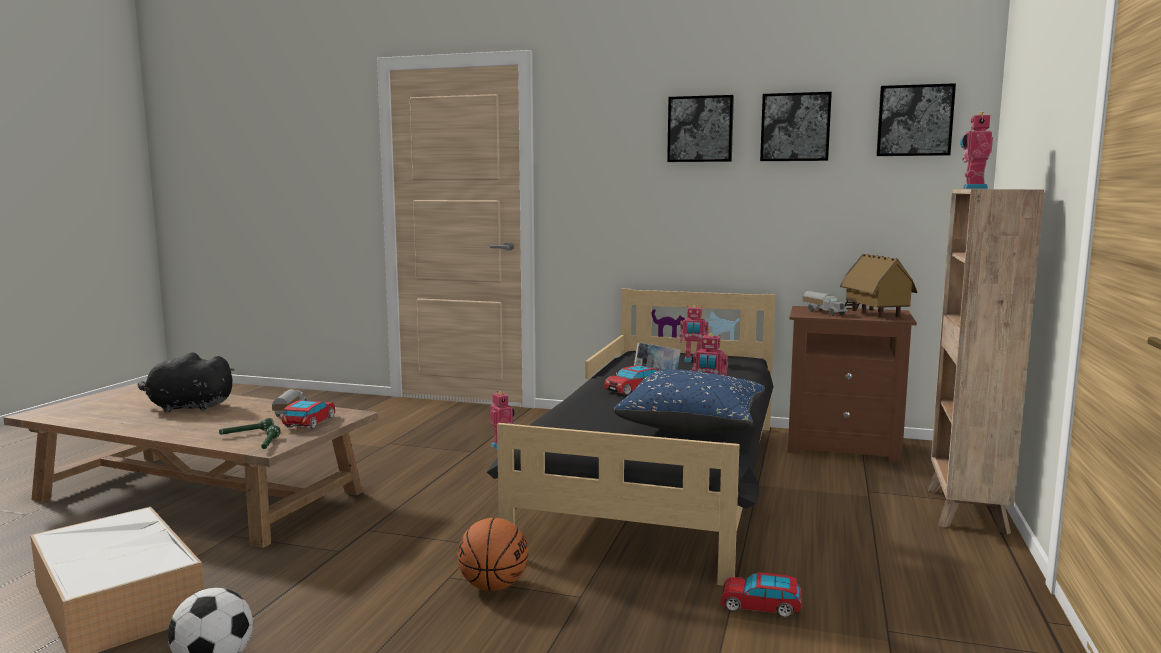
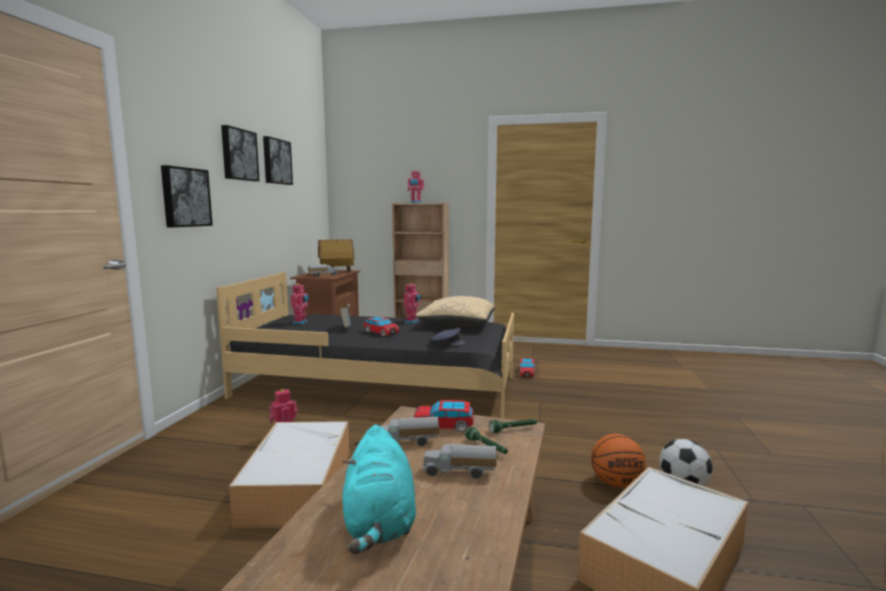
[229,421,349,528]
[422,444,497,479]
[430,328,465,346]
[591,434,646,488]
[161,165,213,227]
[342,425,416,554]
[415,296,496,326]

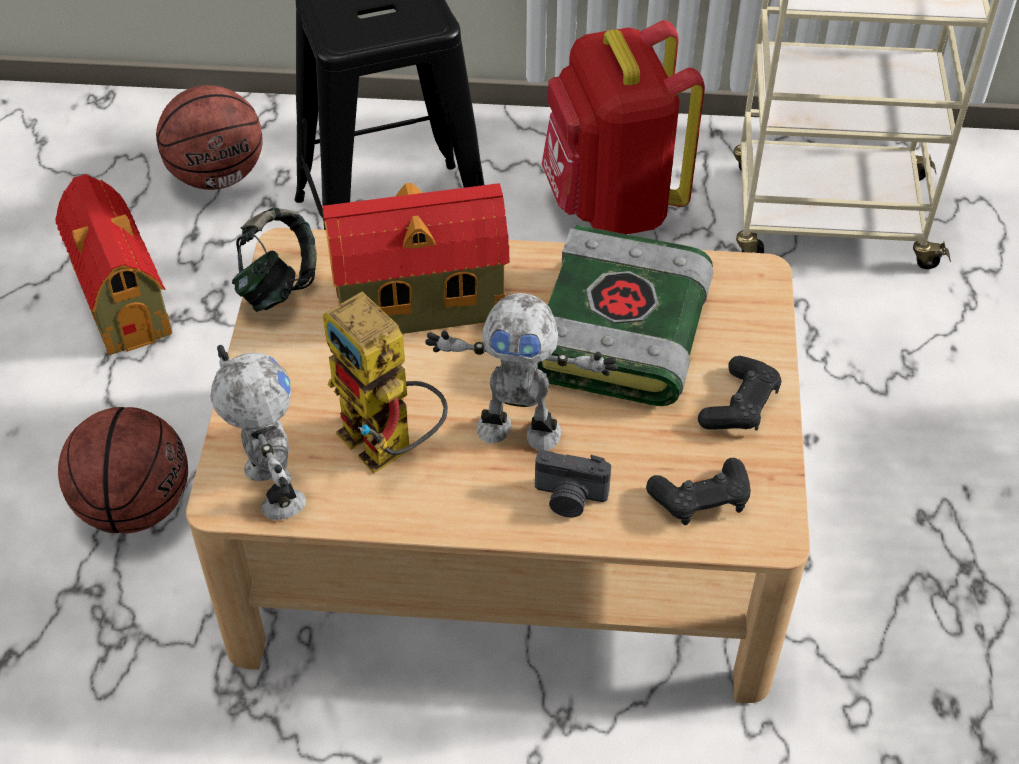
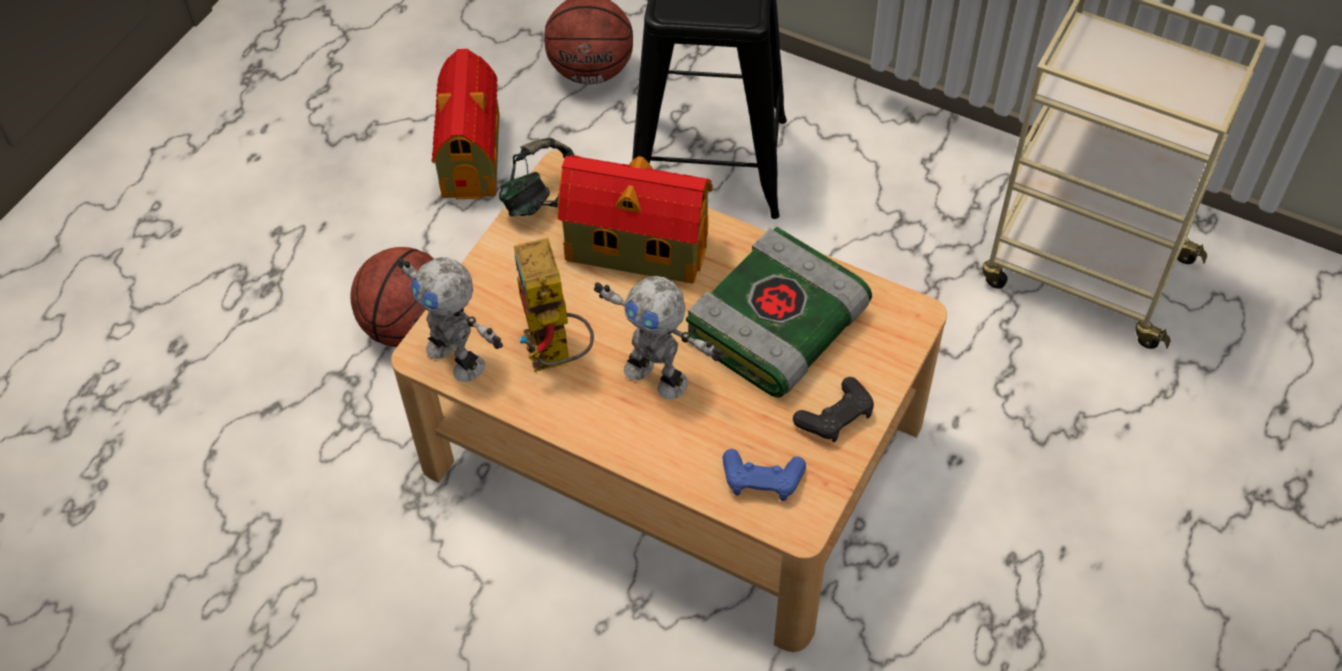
[535,450,611,517] (first image)
[542,20,705,234] (first image)
[722,449,806,501]
[397,257,503,382]

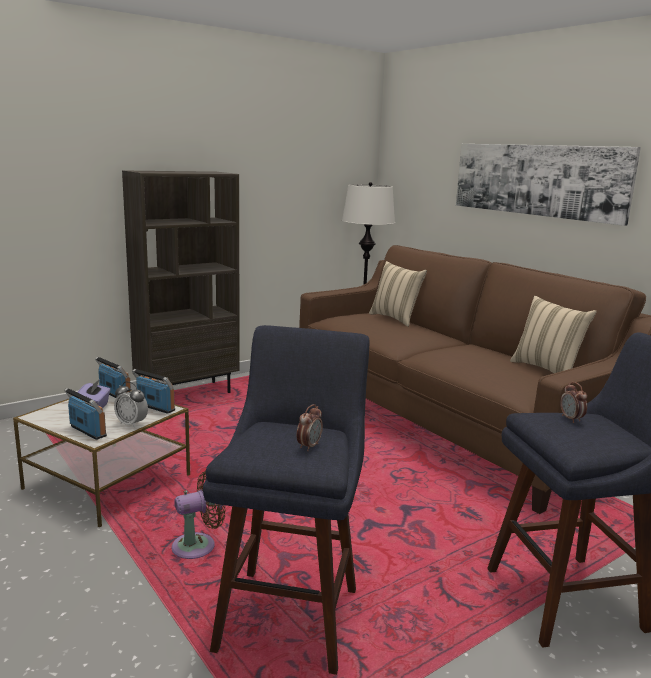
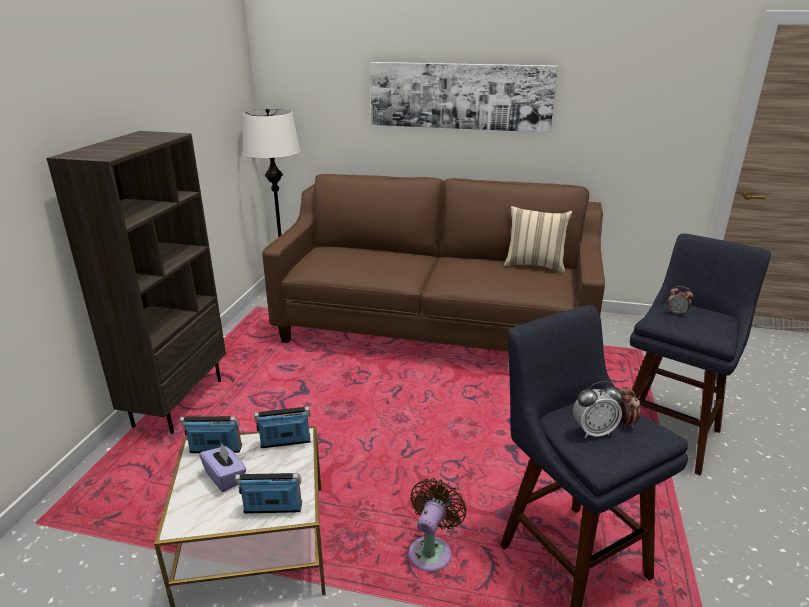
[369,261,427,327] (first image)
[573,381,623,438]

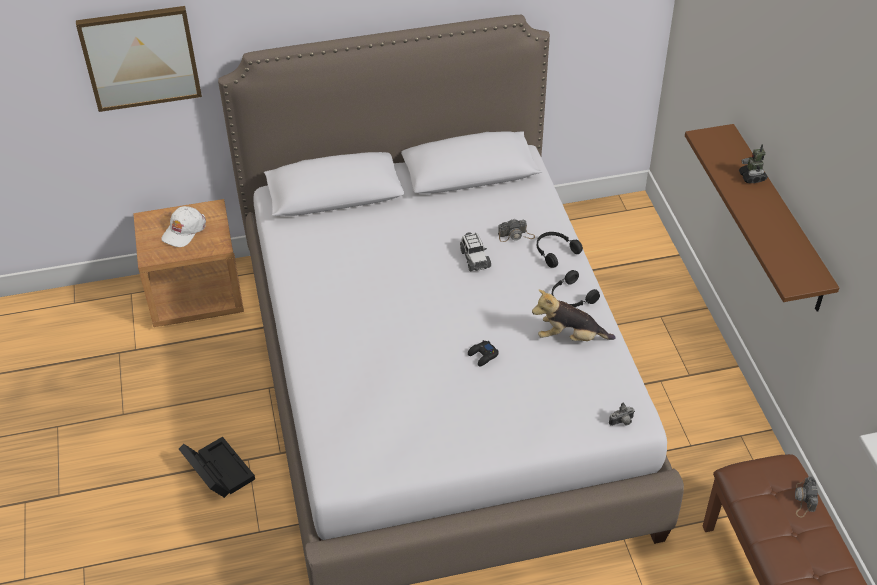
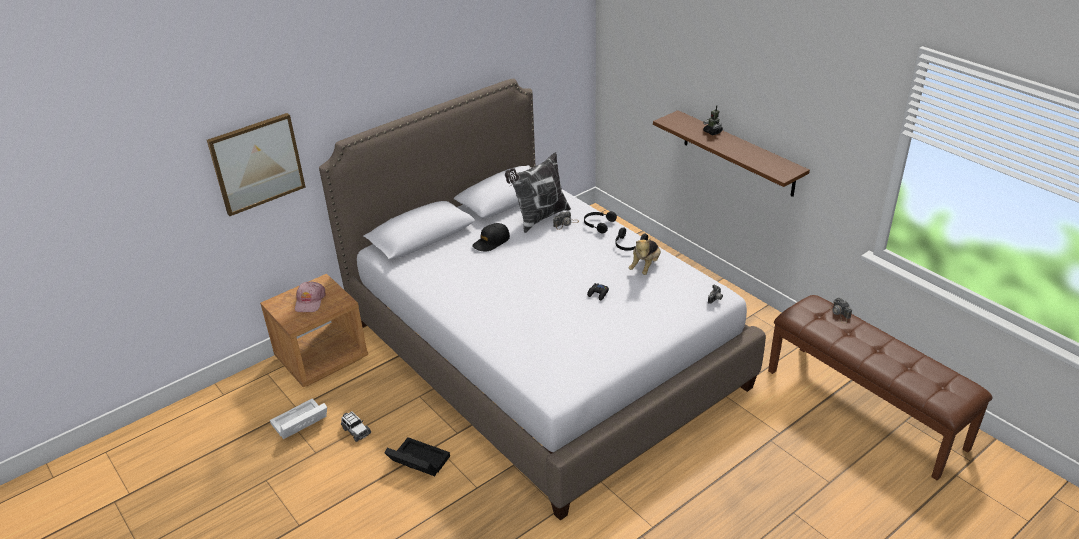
[270,398,327,439]
[472,223,510,251]
[505,152,571,233]
[341,411,371,442]
[295,282,326,312]
[628,238,661,275]

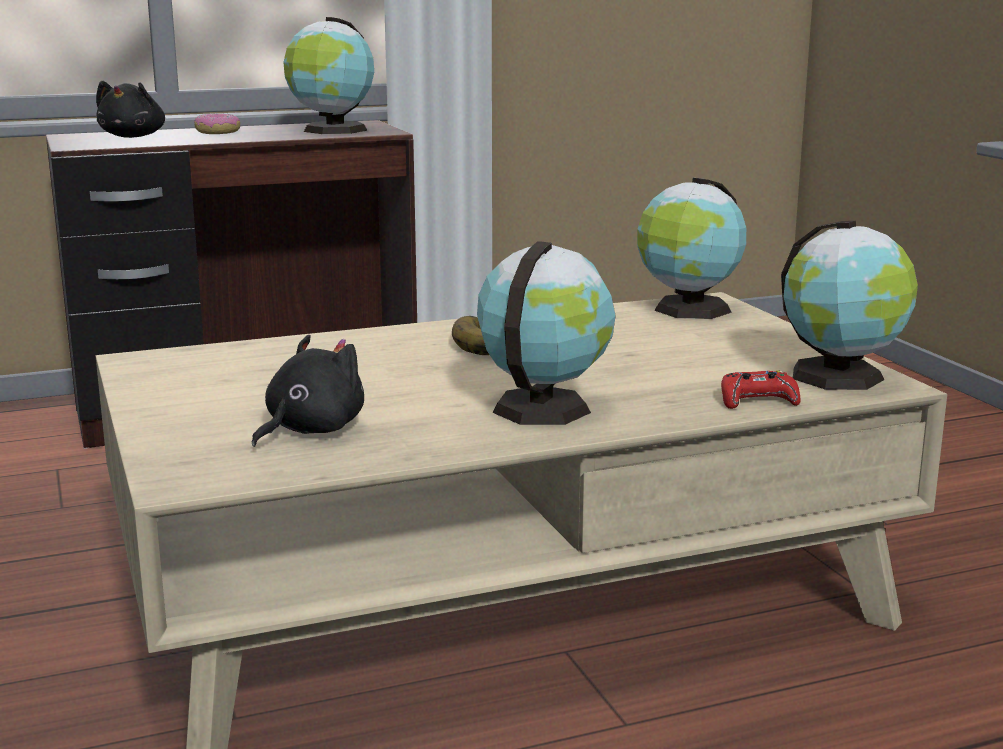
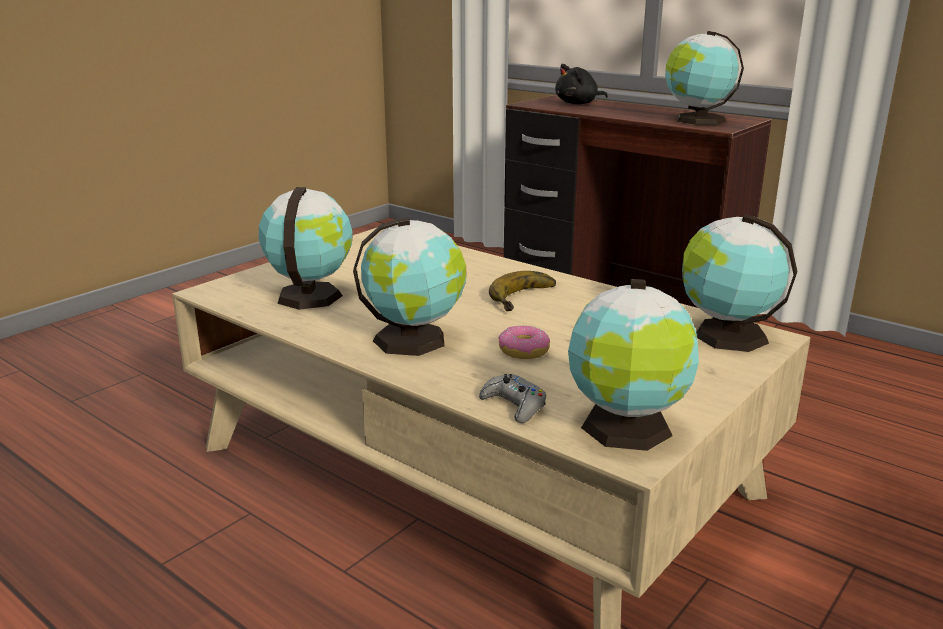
[498,326,550,359]
[259,187,353,310]
[479,374,546,423]

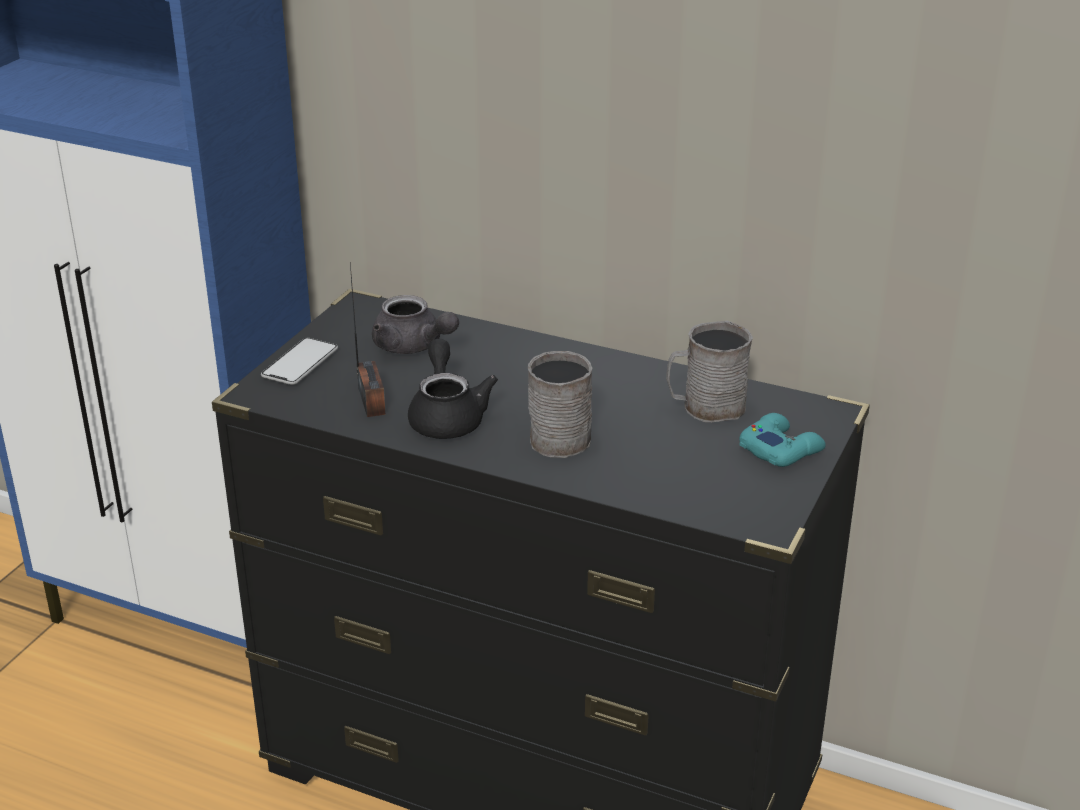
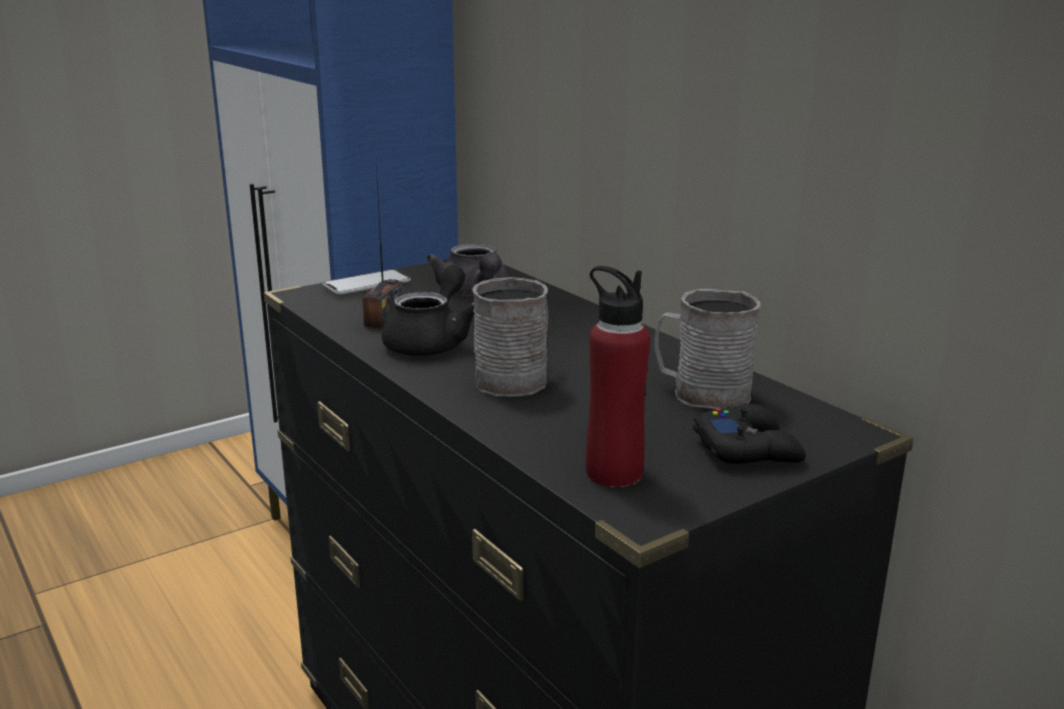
[586,266,650,487]
[693,404,806,464]

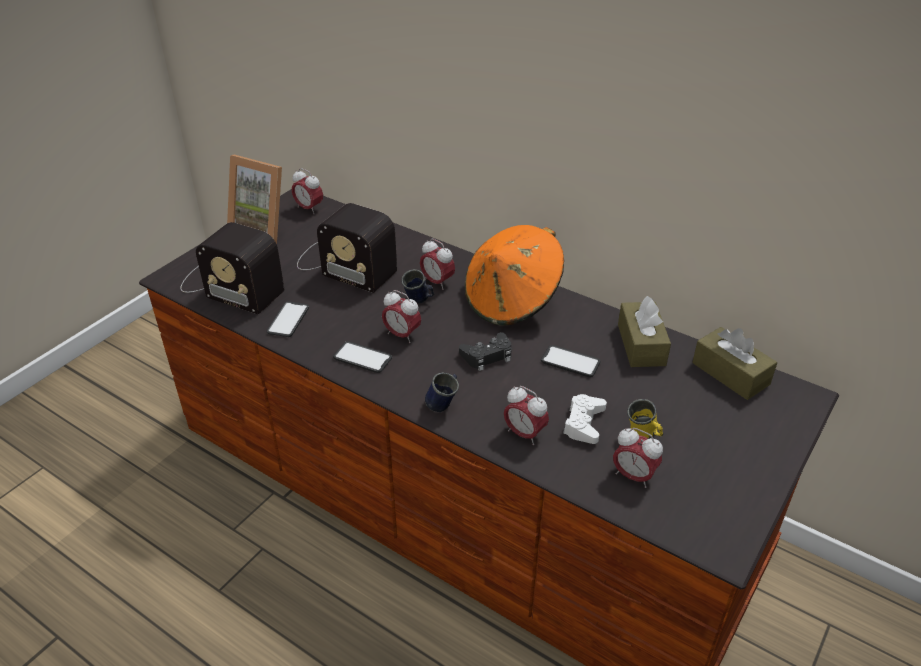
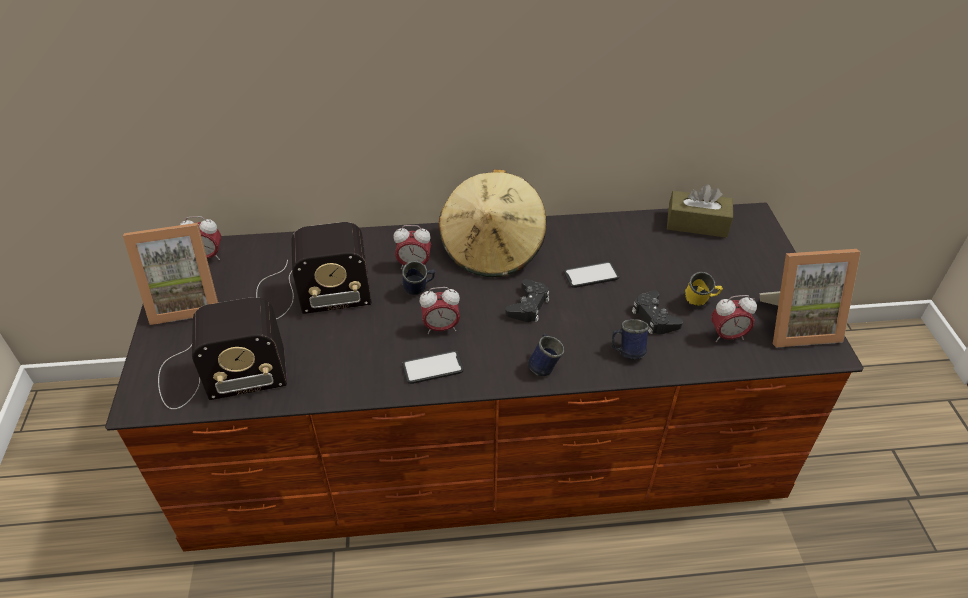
[267,301,309,337] (first image)
[618,296,671,367] (first image)
[760,249,861,348]
[612,319,649,359]
[439,169,546,277]
[632,290,683,334]

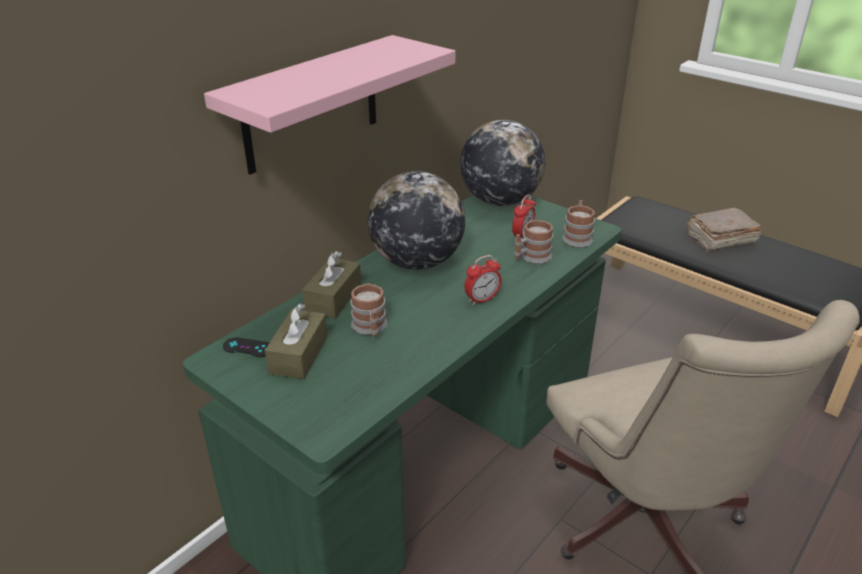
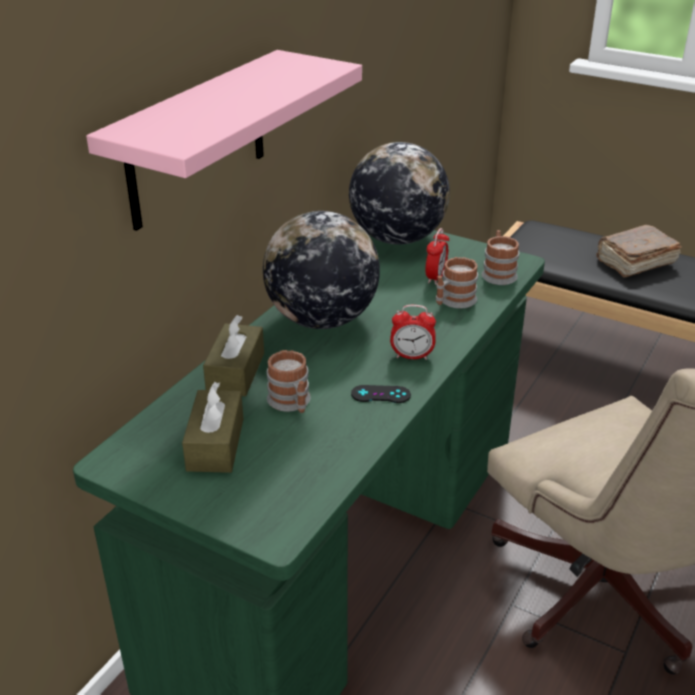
[351,385,411,403]
[390,305,436,360]

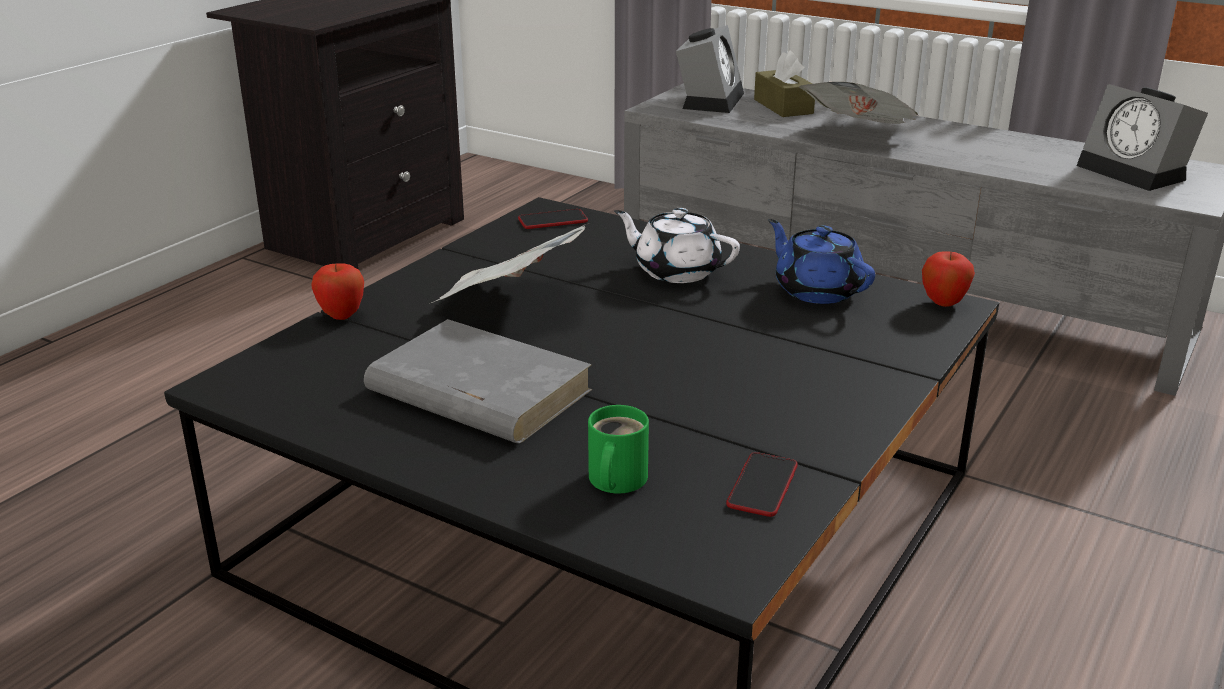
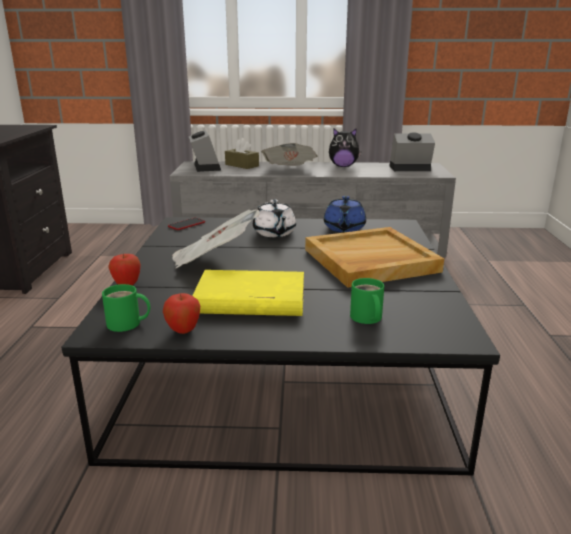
[726,452,798,517] (first image)
[102,284,150,332]
[305,227,444,288]
[329,128,361,167]
[163,293,200,334]
[192,270,304,316]
[253,199,296,237]
[324,196,366,233]
[390,132,435,171]

